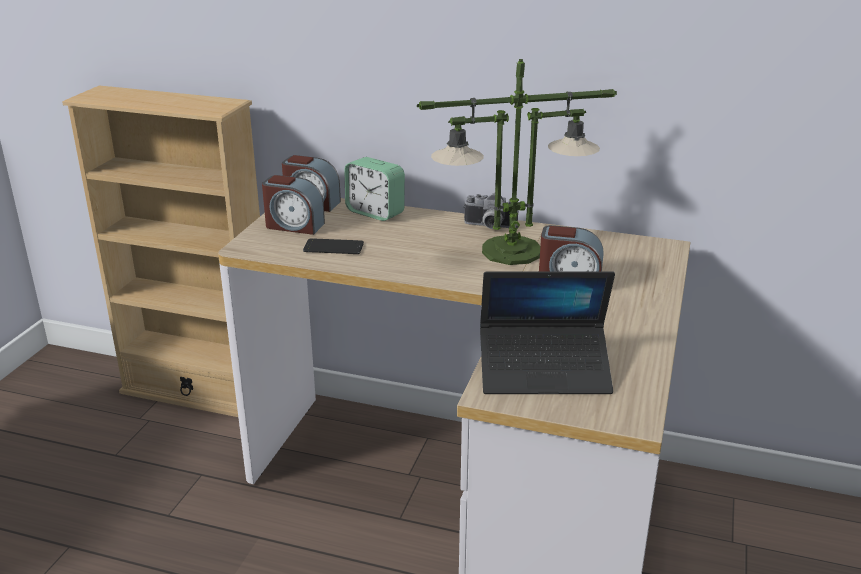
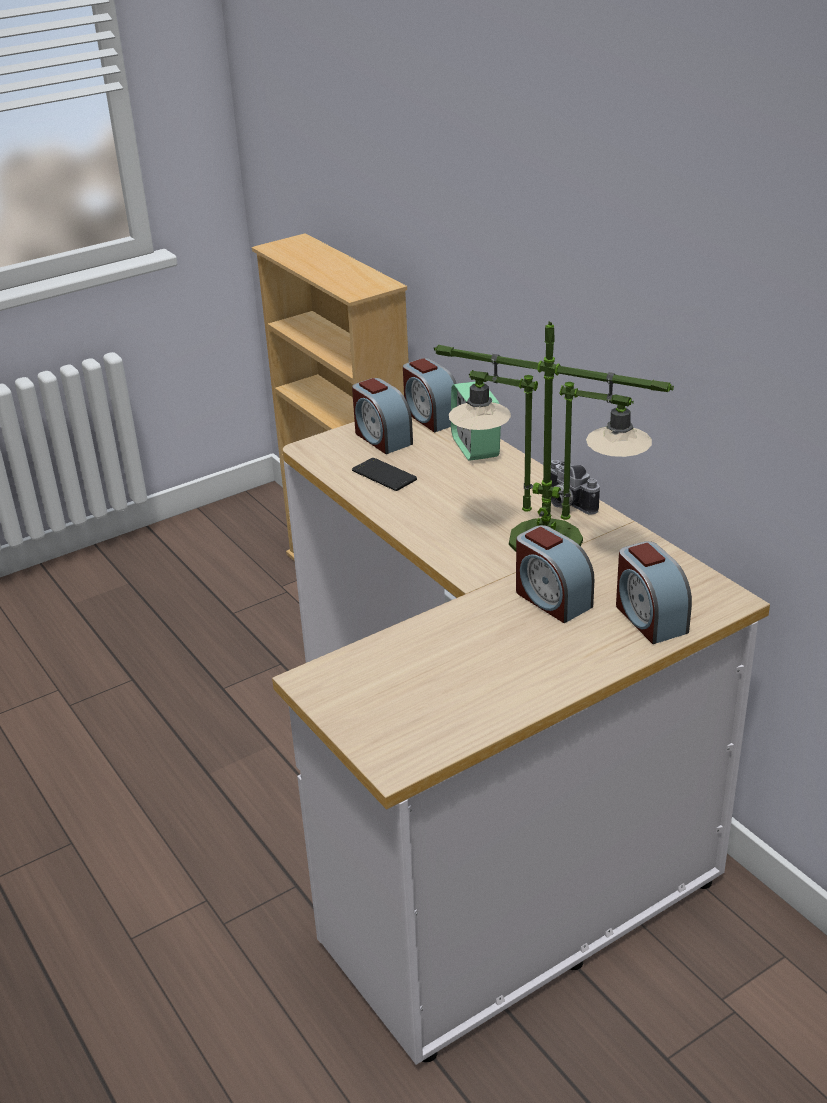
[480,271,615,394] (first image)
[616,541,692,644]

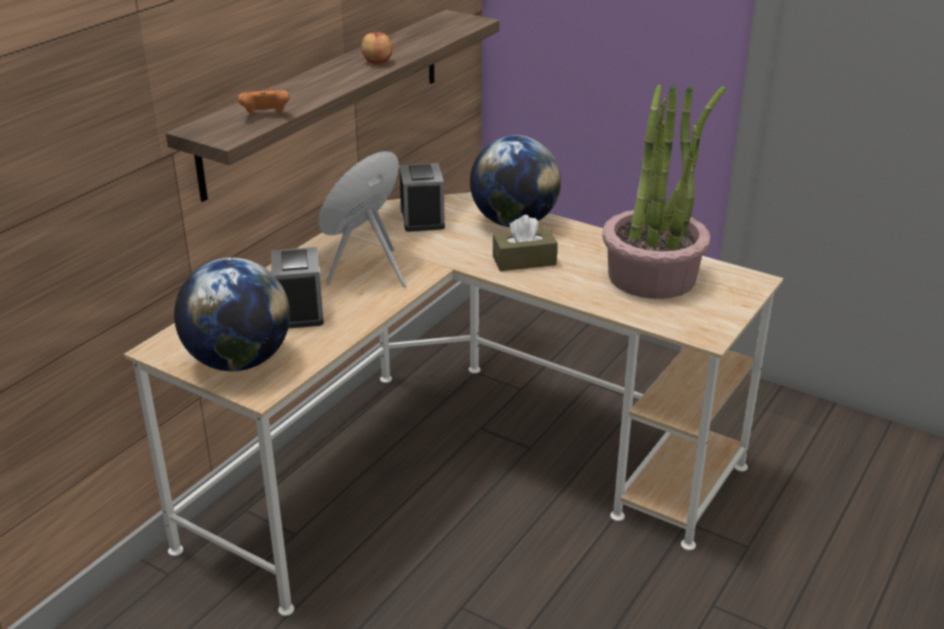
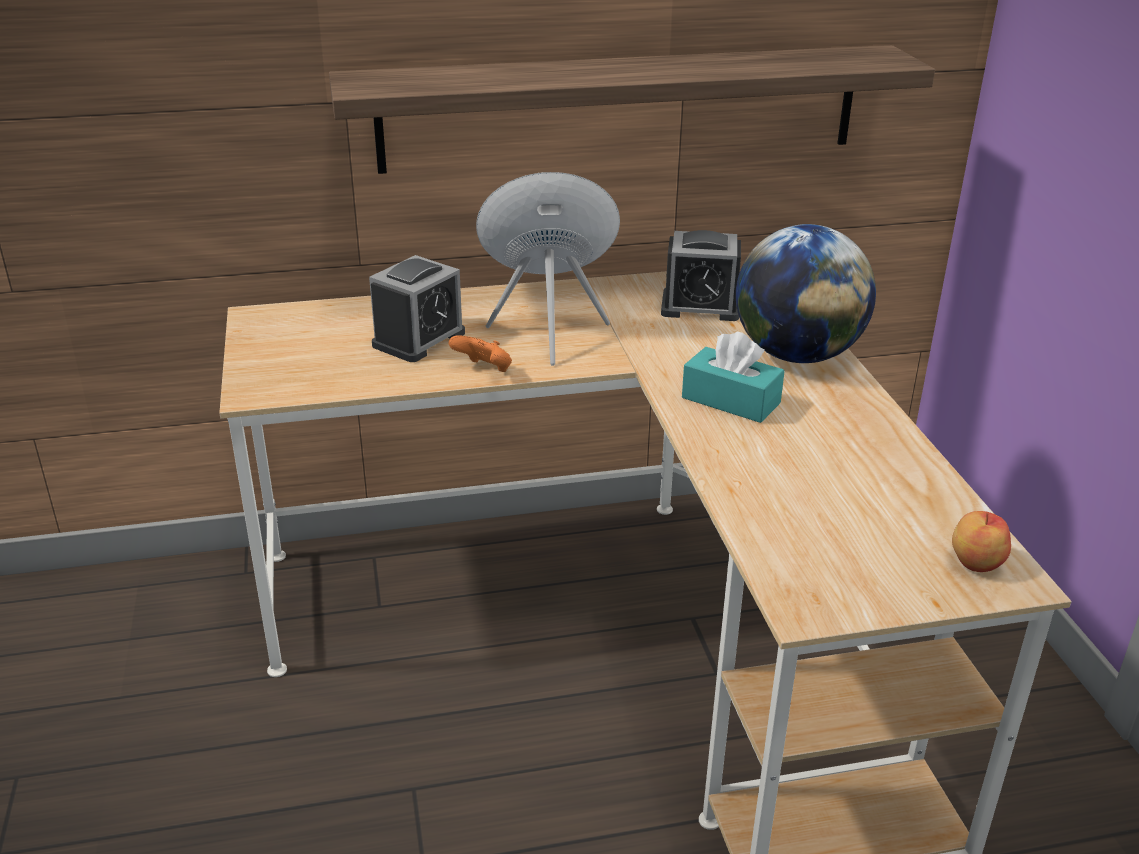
[174,258,290,371] (first image)
[602,84,726,299] (first image)
[449,335,512,372]
[952,511,1011,572]
[682,332,785,423]
[661,230,741,321]

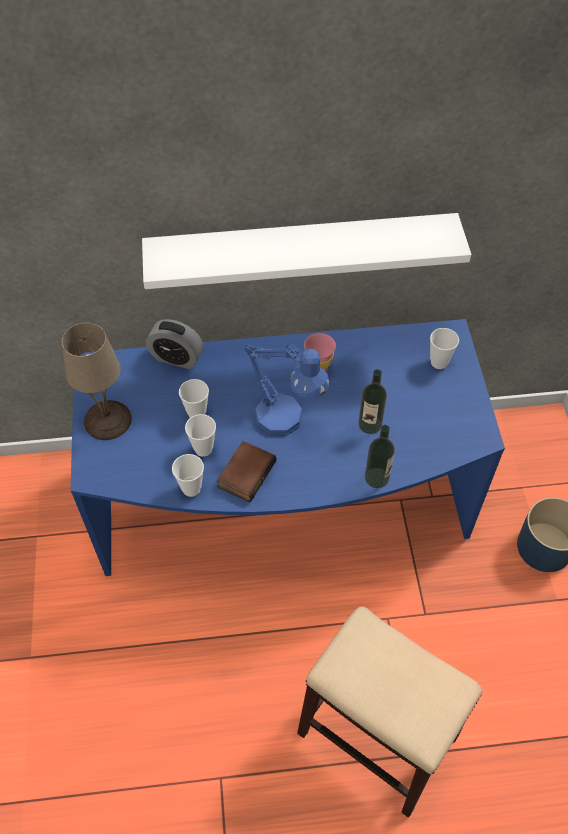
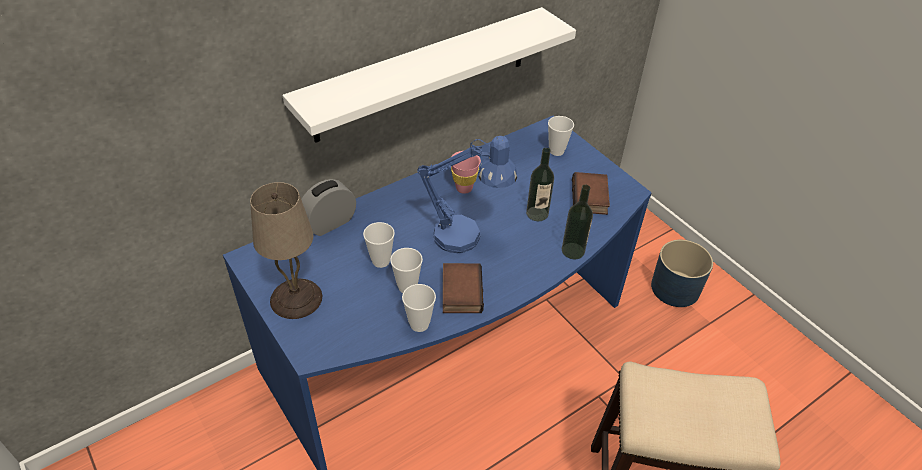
[572,172,610,215]
[302,179,356,236]

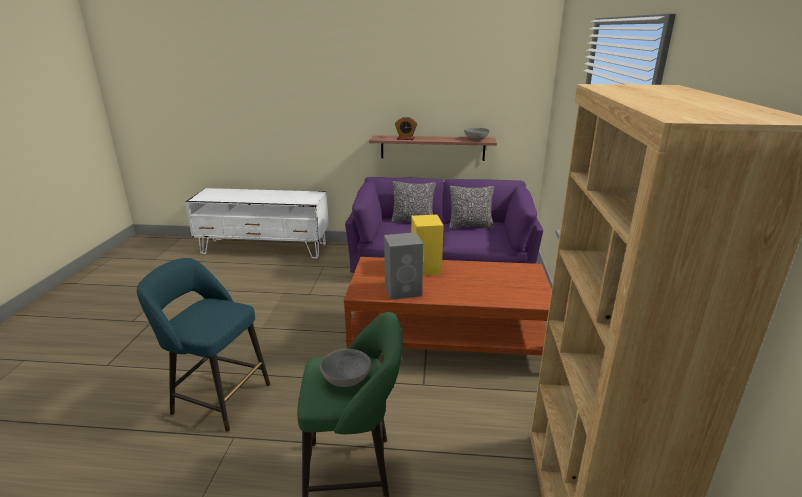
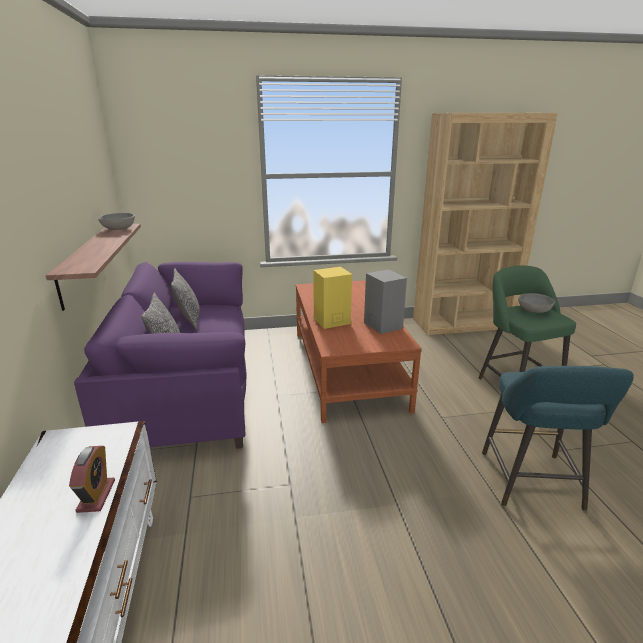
[69,446,115,513]

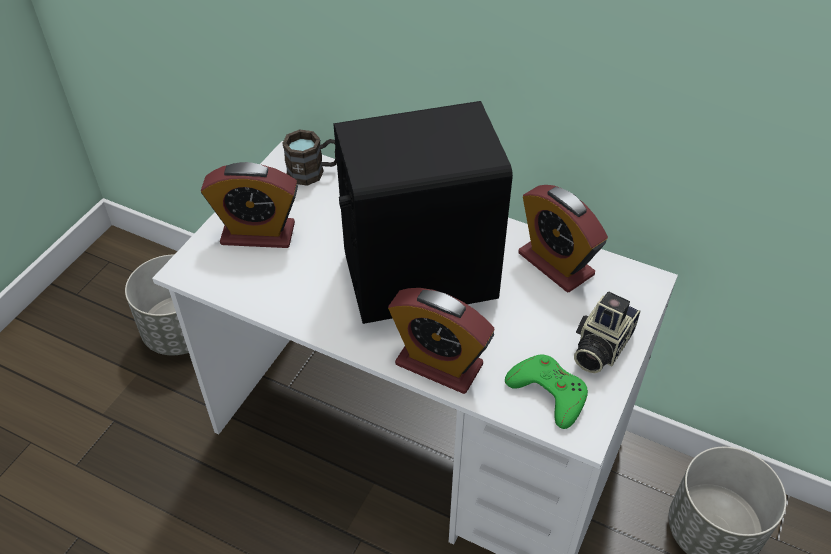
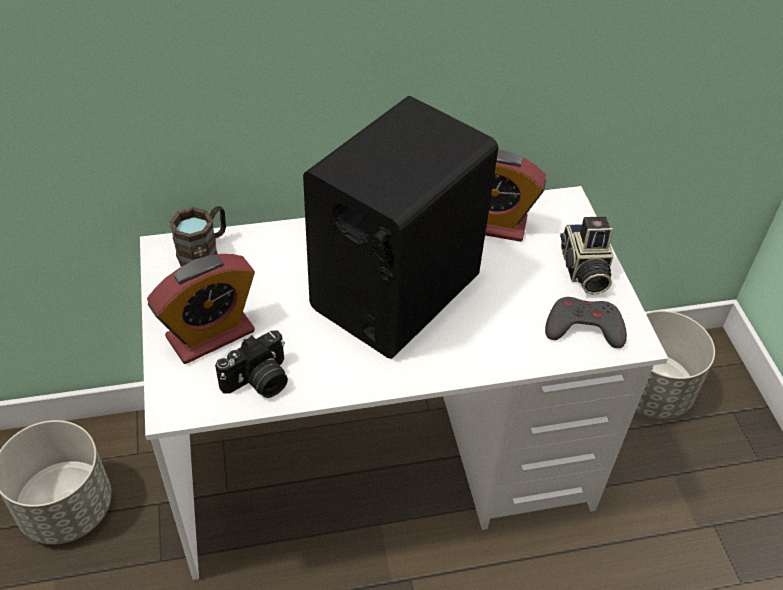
[388,288,494,394] (first image)
[215,331,288,398]
[545,297,627,348]

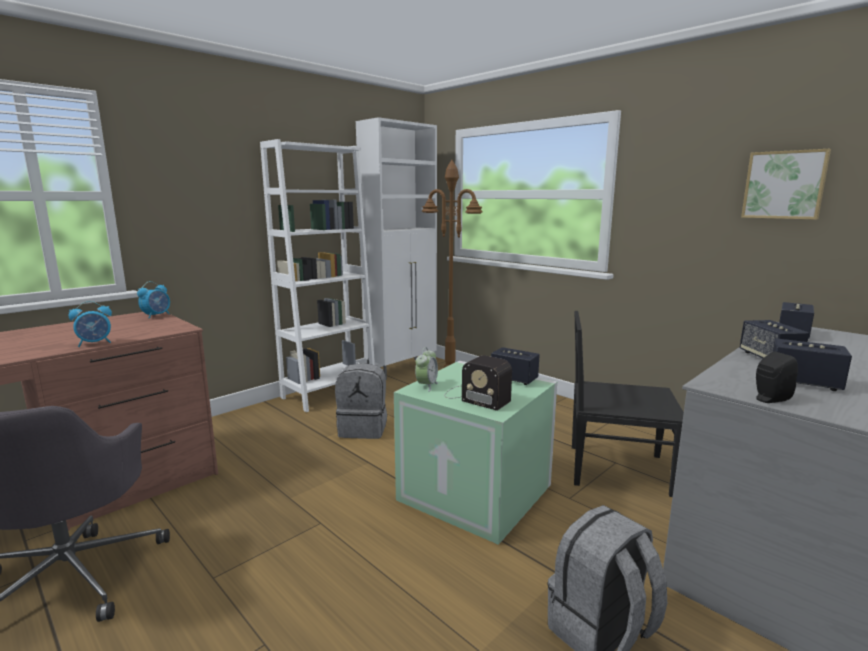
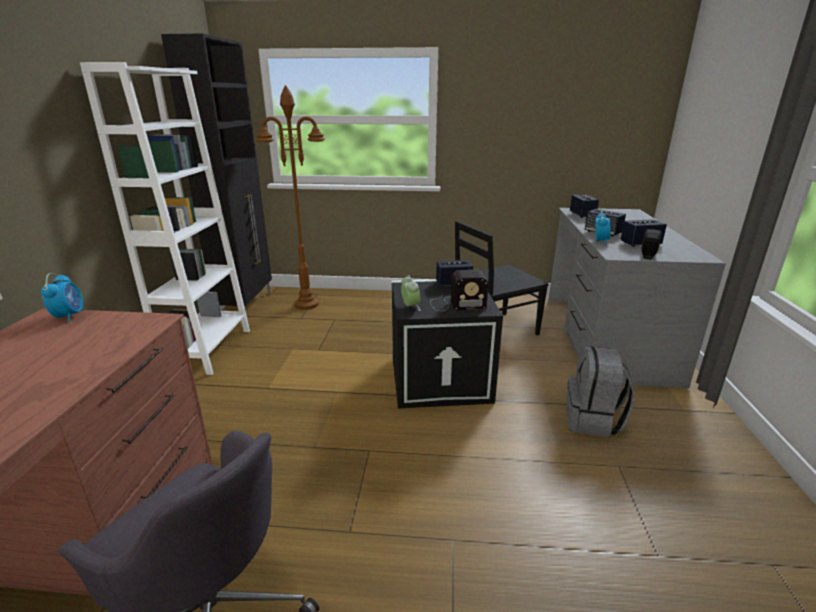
[335,363,387,439] (first image)
[741,149,831,220] (first image)
[595,211,610,245]
[161,34,272,307]
[391,279,503,409]

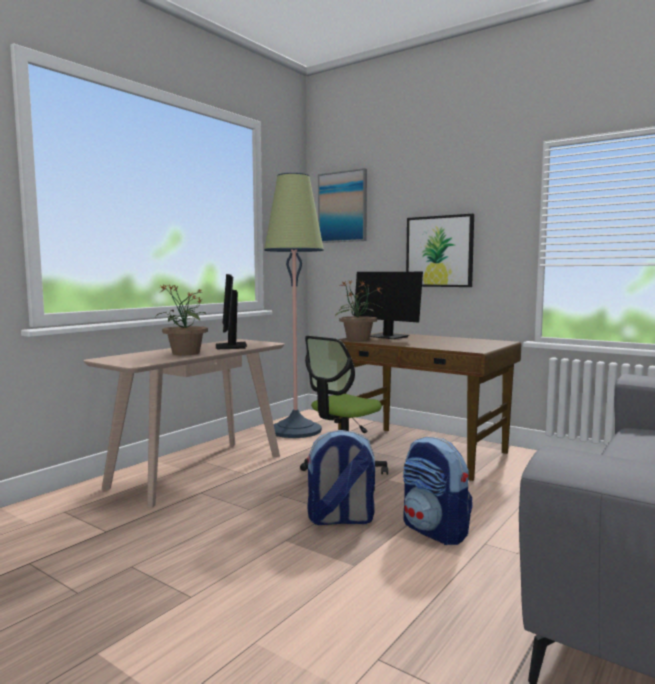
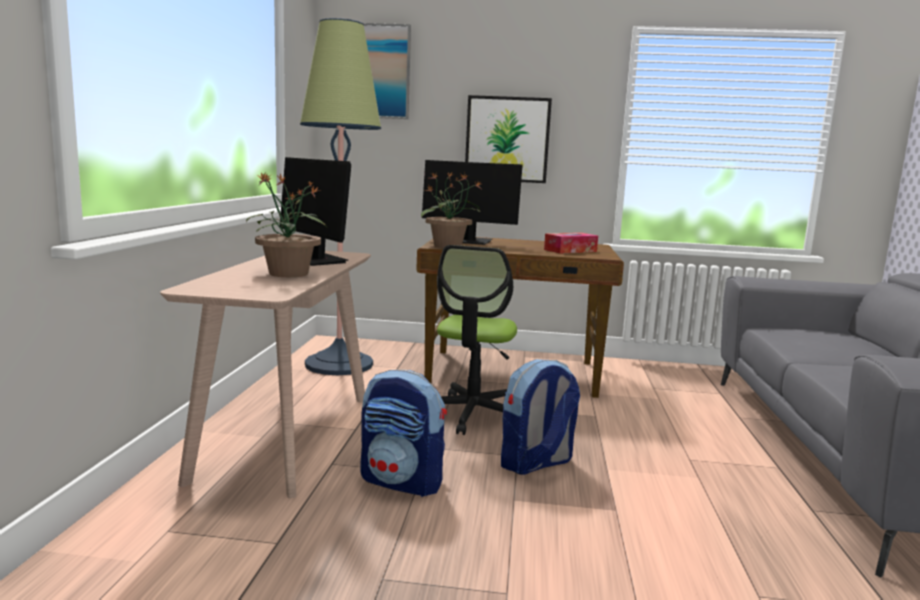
[544,233,598,254]
[360,370,447,497]

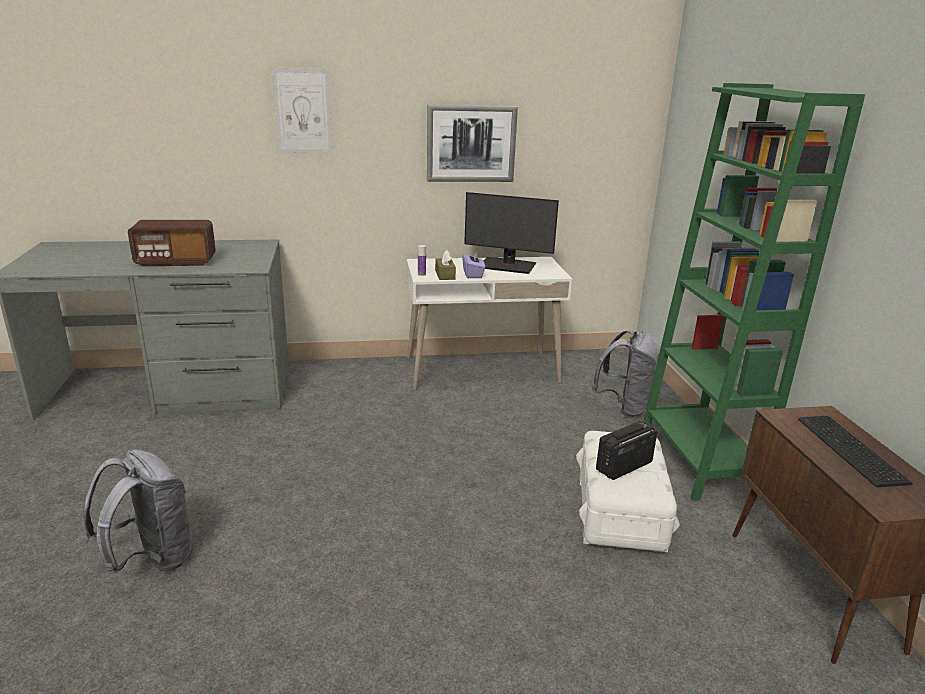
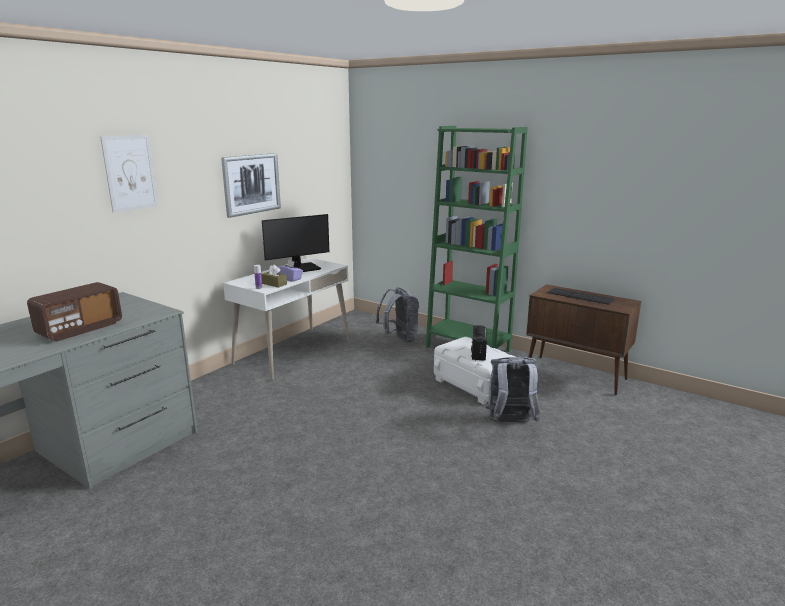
[486,357,540,423]

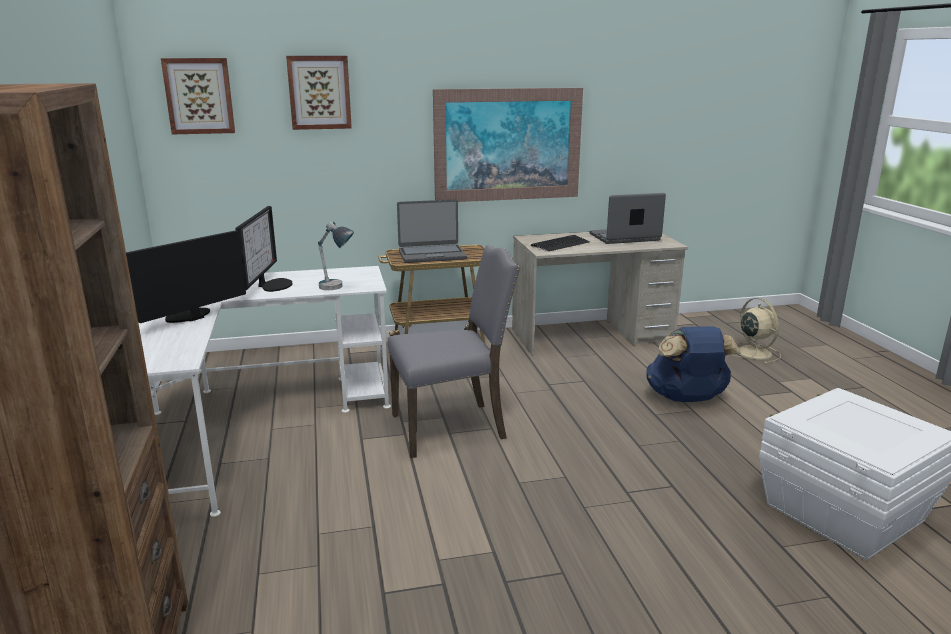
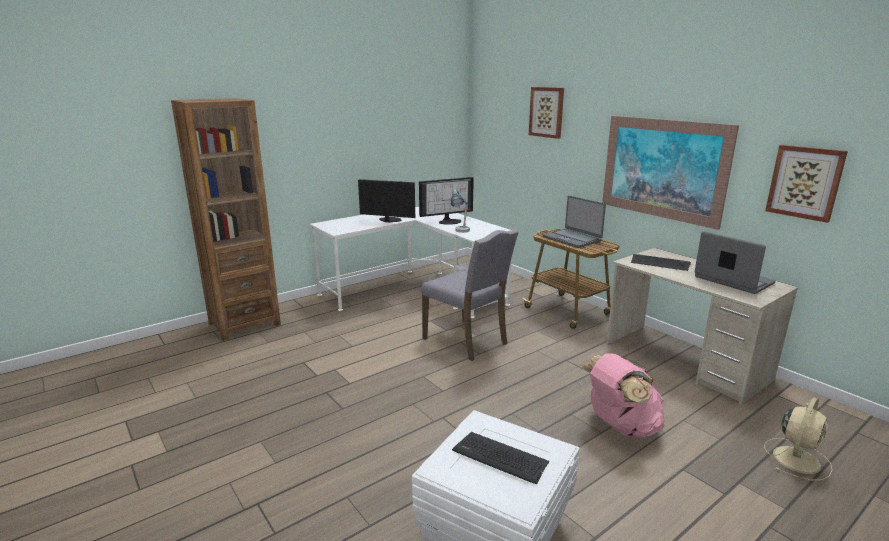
[452,432,549,484]
[765,145,848,223]
[582,353,664,438]

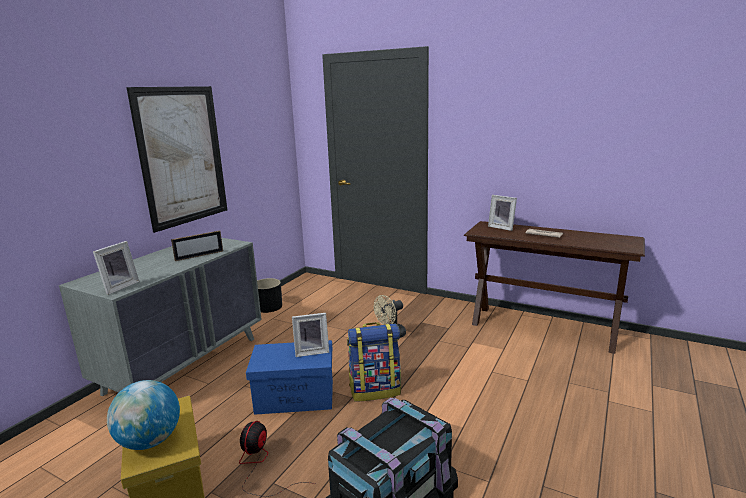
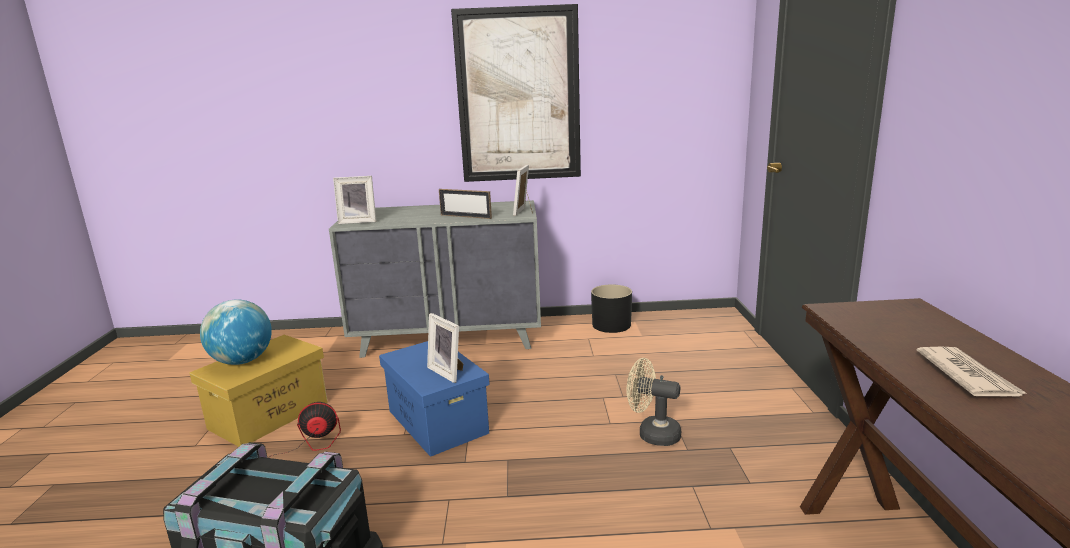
[347,322,401,401] (first image)
[513,165,533,216]

